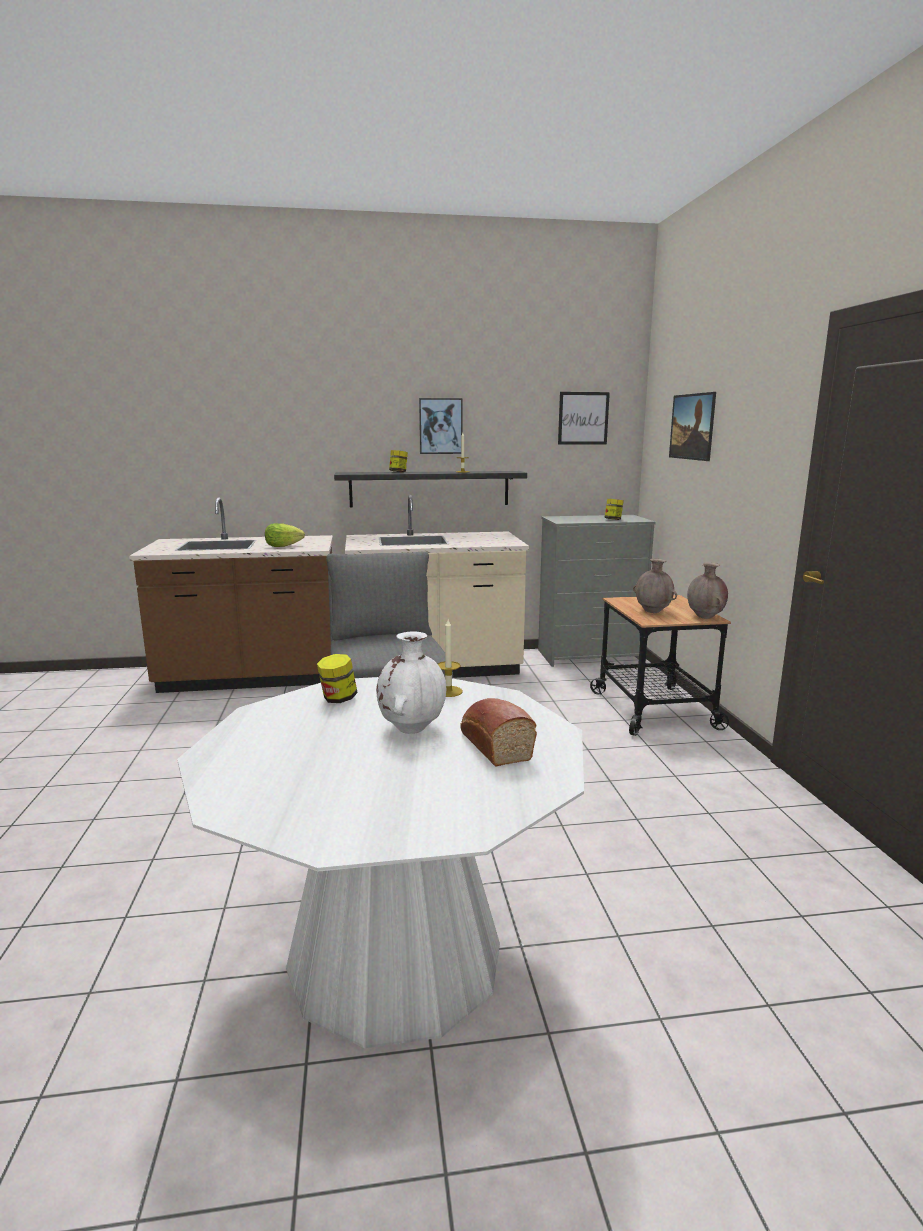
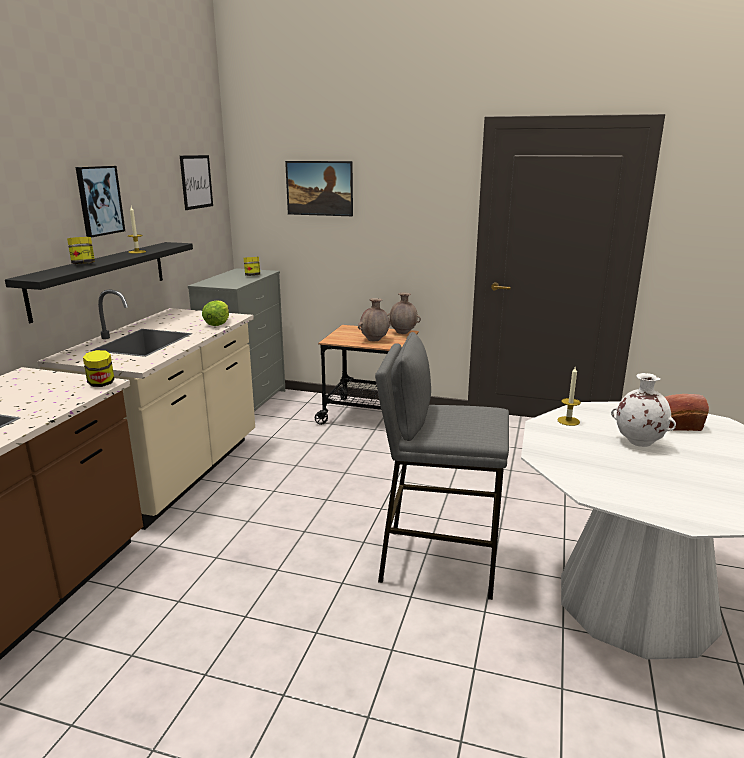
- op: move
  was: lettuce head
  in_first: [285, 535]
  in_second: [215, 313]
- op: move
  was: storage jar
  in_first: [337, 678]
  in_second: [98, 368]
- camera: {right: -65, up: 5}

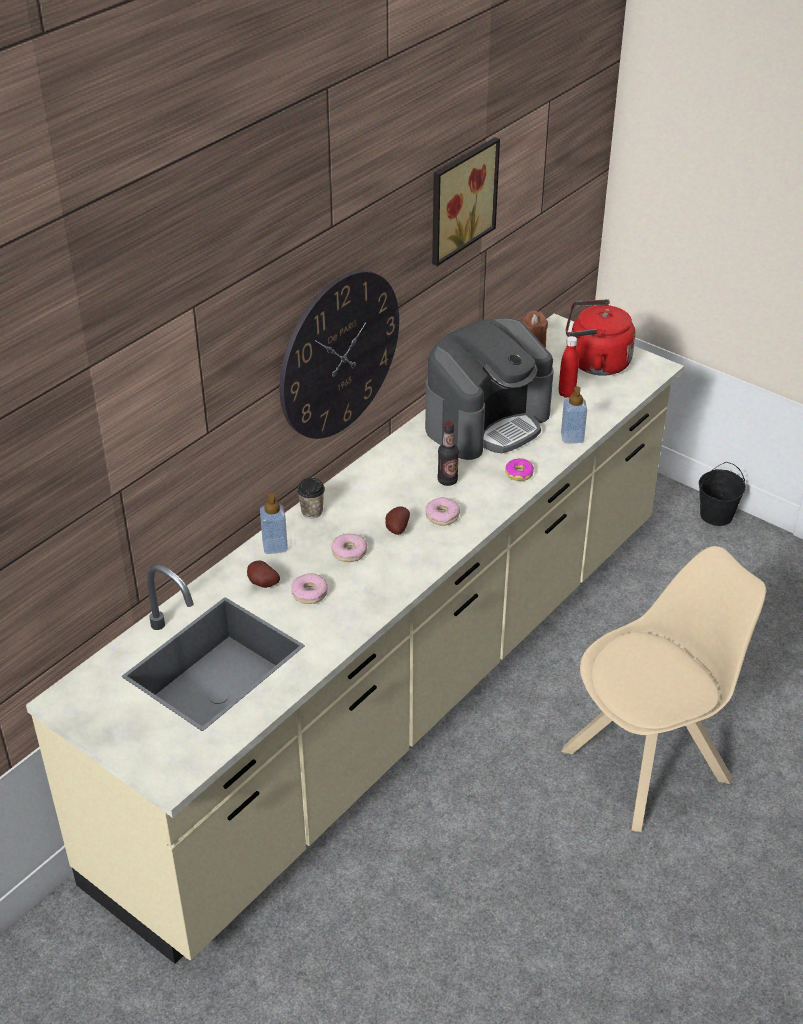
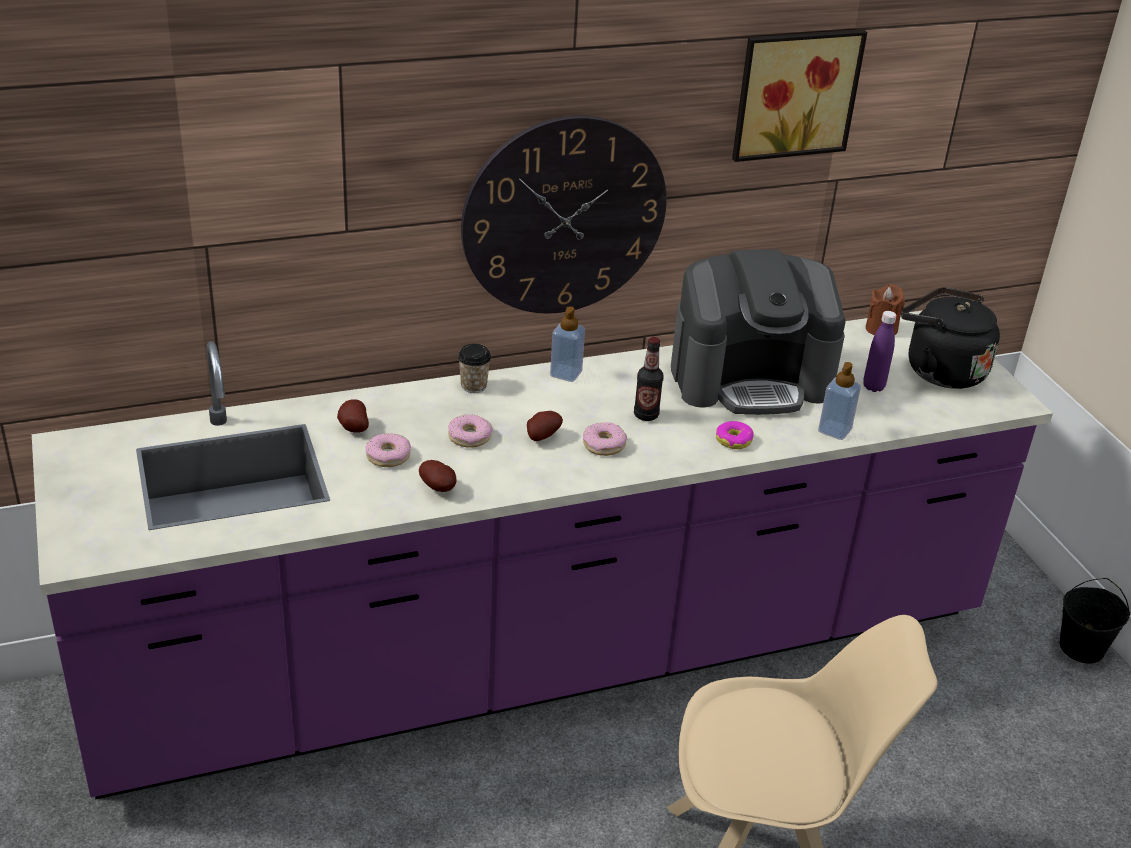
- op: insert
  now: whole potato
  in_second: [438, 476]
- op: move
  was: soap bottle
  in_first: [274, 523]
  in_second: [567, 344]
- op: recolor
  was: counter (beige)
  now: counter (purple-coloured)
  in_first: [355, 639]
  in_second: [542, 554]
- op: recolor
  was: drink bottle (red)
  now: drink bottle (purple-coloured)
  in_first: [568, 367]
  in_second: [880, 351]
- op: recolor
  was: kettle (red)
  now: kettle (black-coloured)
  in_first: [600, 337]
  in_second: [950, 338]
- camera: {right: 30, up: -5}

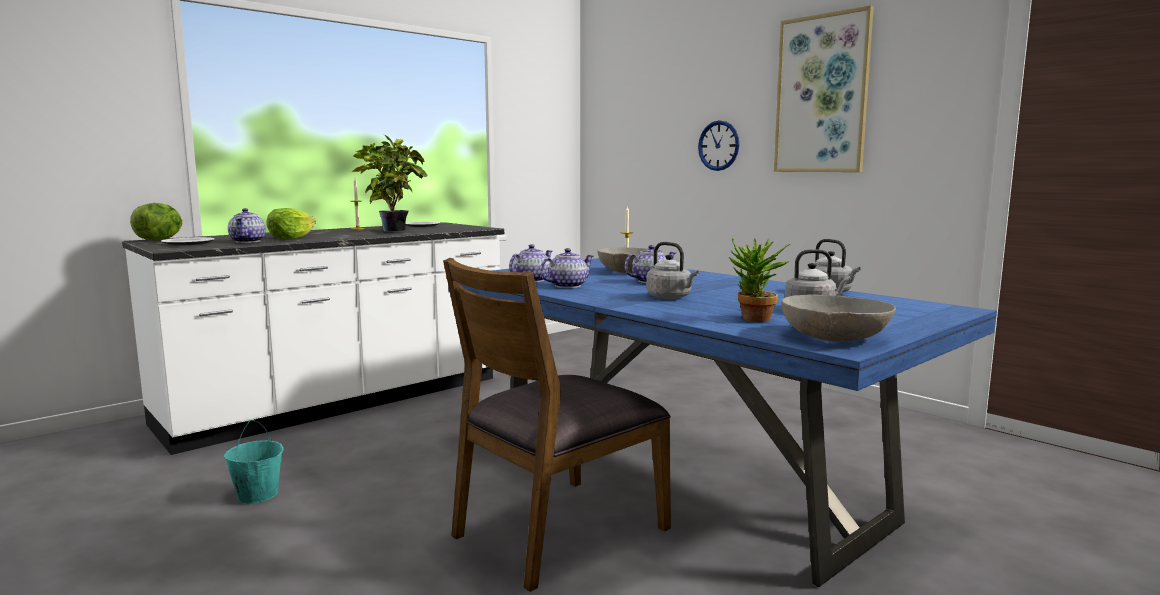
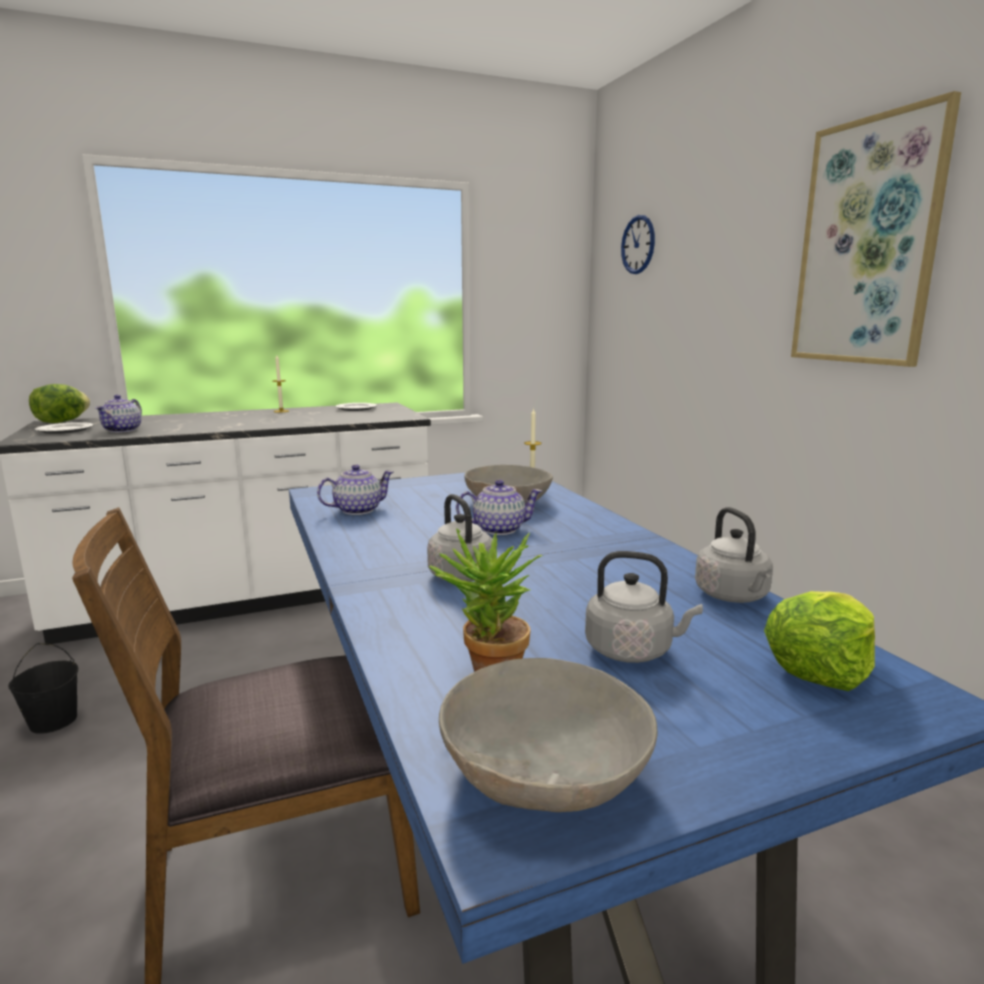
- op: delete
  was: plant in a pot
  in_first: [390, 183]
- op: delete
  was: pot for tea
  in_first: [567, 268]
- op: move
  was: lettuce head
  in_first: [291, 223]
  in_second: [819, 641]
- op: move
  was: wall clock
  in_first: [718, 145]
  in_second: [638, 244]
- op: recolor
  was: pail (turquoise-coloured)
  now: pail (black-coloured)
  in_first: [253, 461]
  in_second: [43, 688]
- camera: {right: 20, up: 5}

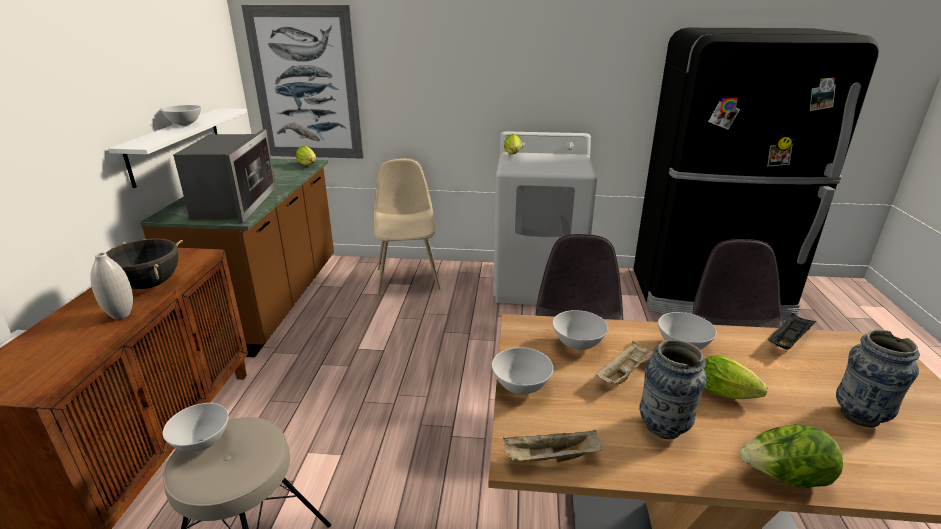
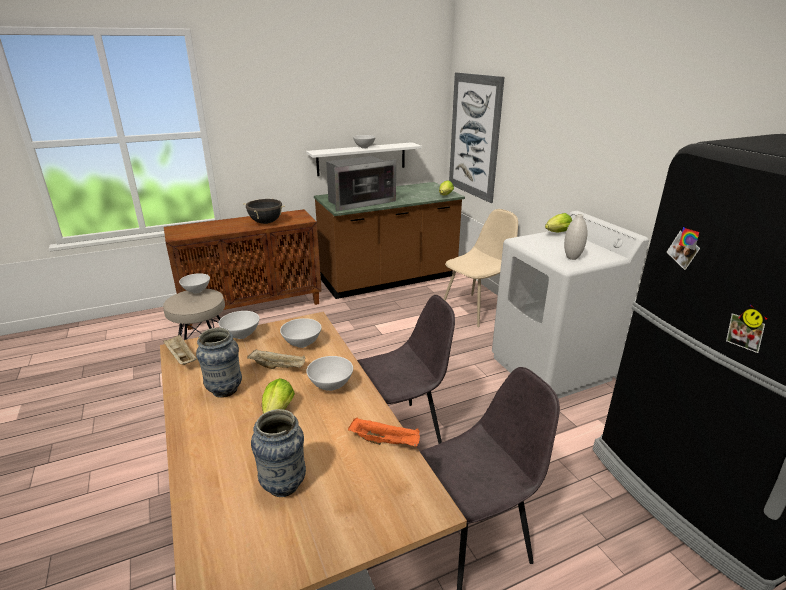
- op: delete
  was: lettuce head
  in_first: [791, 456]
- op: move
  was: vase (white-coloured)
  in_first: [111, 285]
  in_second: [576, 237]
- op: recolor
  was: serving tray (black-coloured)
  now: serving tray (orangey)
  in_first: [792, 331]
  in_second: [384, 432]
- camera: {right: 60, up: 0}

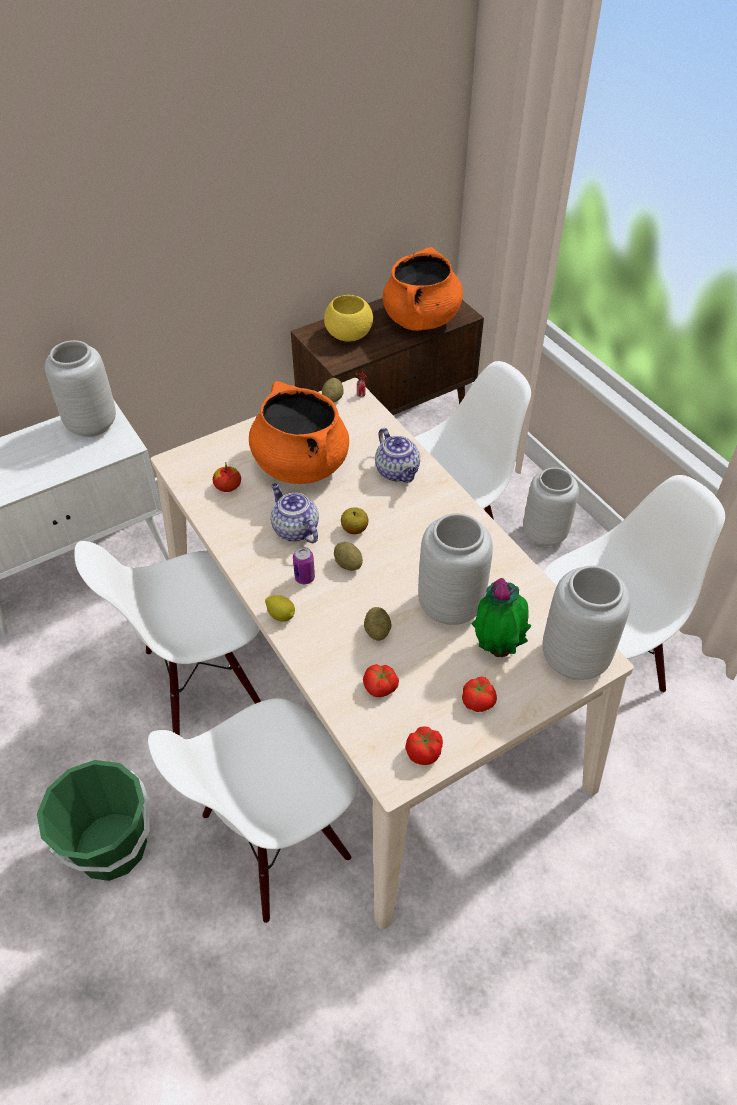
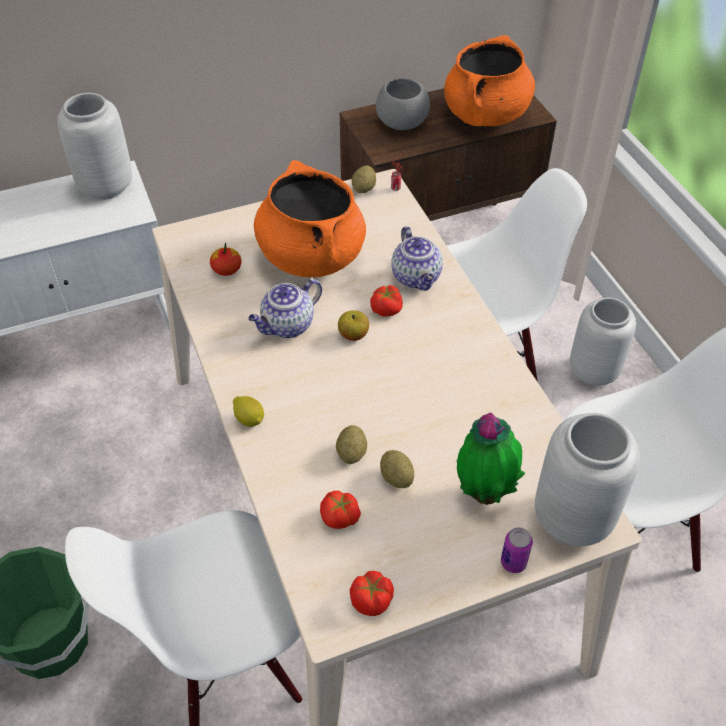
- op: delete
  was: chair (white-coloured)
  in_first: [167, 638]
- op: delete
  was: vase (grey)
  in_first: [455, 569]
- op: move
  was: sealed can
  in_first: [304, 565]
  in_second: [517, 550]
- op: move
  was: whole potato
  in_first: [348, 556]
  in_second: [397, 469]
- op: move
  was: whole tomato
  in_first: [479, 694]
  in_second: [386, 301]
- op: recolor
  was: deep dish (yellowish)
  now: deep dish (grey)
  in_first: [348, 318]
  in_second: [403, 104]
- op: rotate
  was: pot for tea
  in_first: [295, 513]
  in_second: [285, 308]
  clockwise: -105
- camera: {right: 10, up: 0}

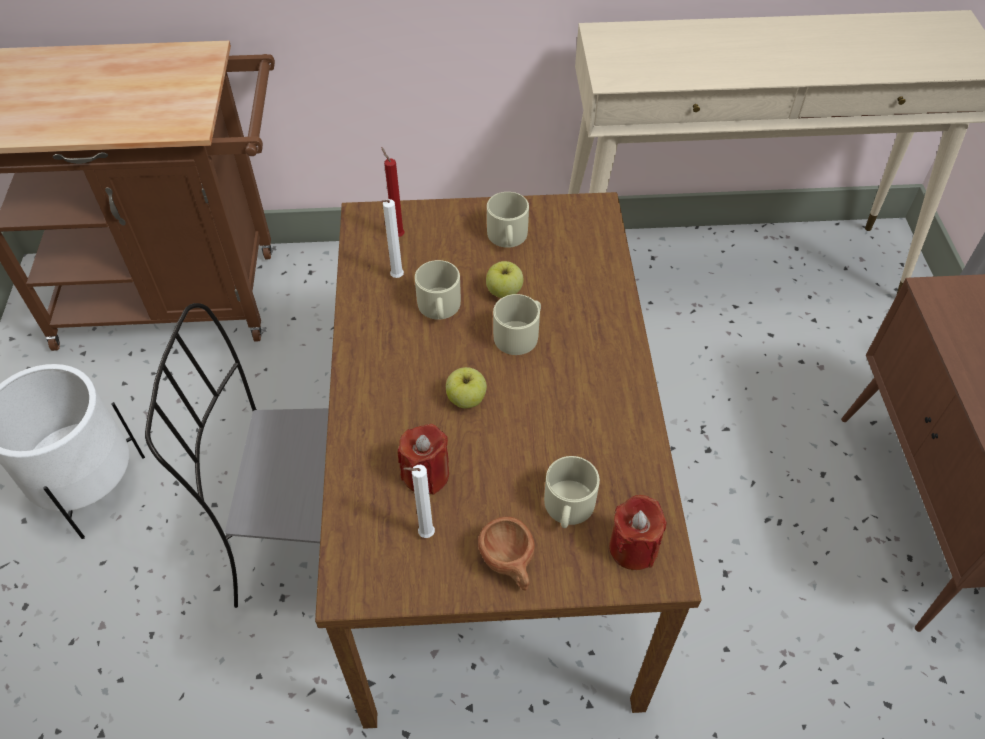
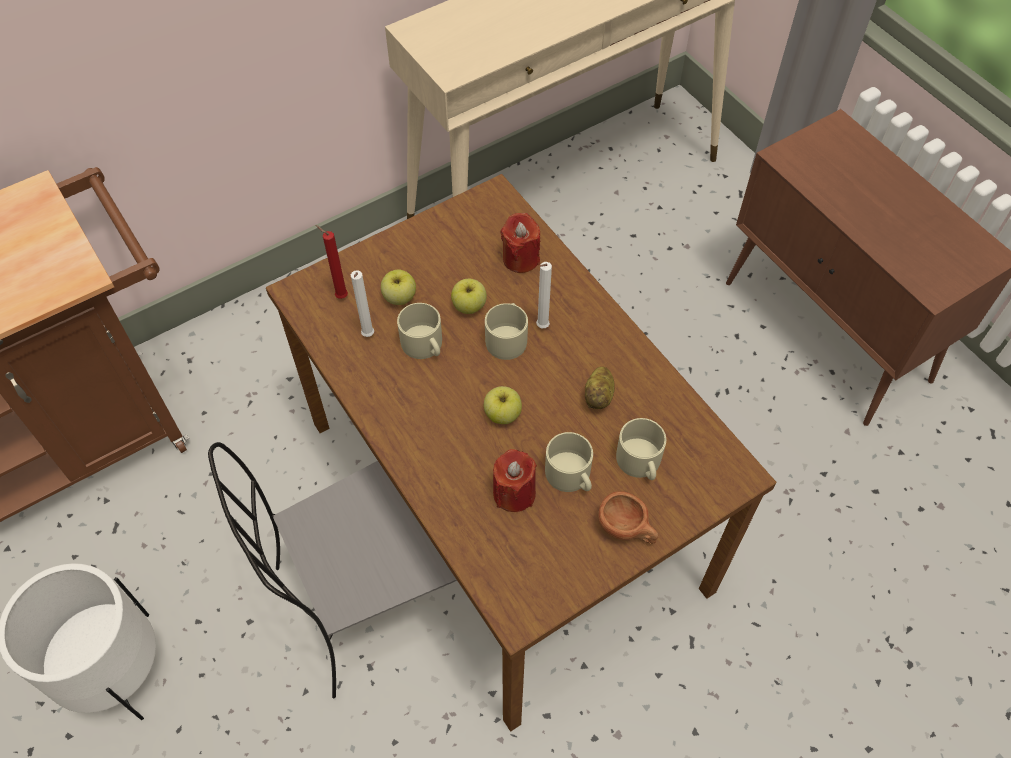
- op: insert
  now: whole apple
  in_second: [398, 287]
- op: insert
  now: whole potato
  in_second: [600, 388]
- op: move
  was: candle (white-coloured)
  in_first: [419, 501]
  in_second: [544, 295]
- op: move
  was: tea mug (beige)
  in_first: [508, 220]
  in_second: [569, 462]
- op: move
  was: candle (red)
  in_first: [638, 532]
  in_second: [520, 243]
- camera: {right: -30, up: 5}

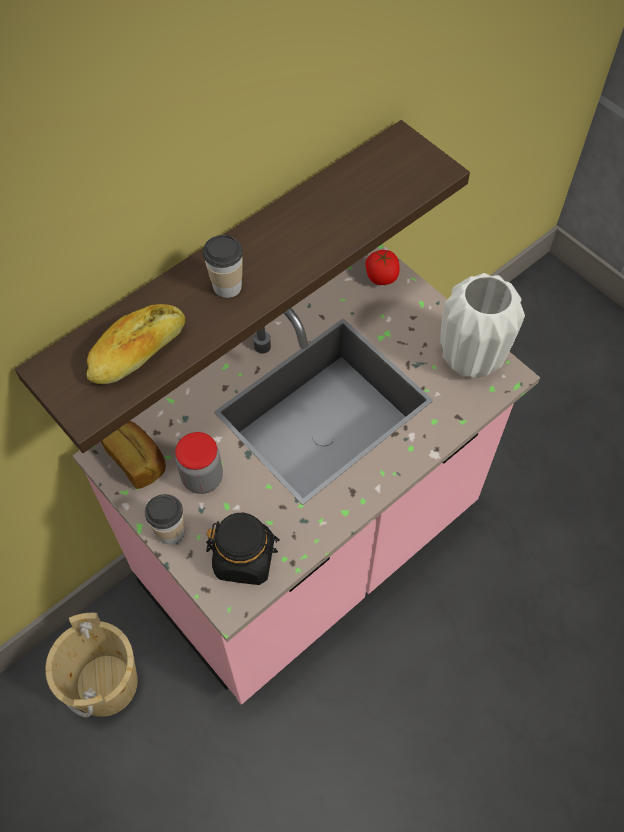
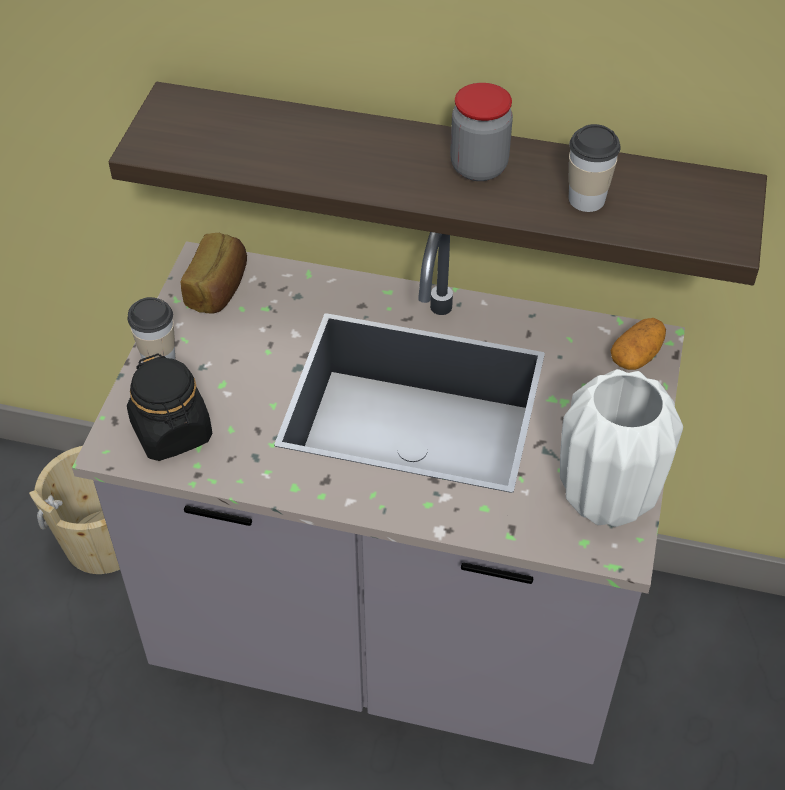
- op: delete
  was: baked bread
  in_first: [135, 344]
- op: move
  was: storage jar
  in_first: [199, 463]
  in_second: [481, 132]
- op: move
  was: small cup
  in_first: [223, 266]
  in_second: [594, 168]
- op: replace
  was: whole tomato
  now: whole potato
  in_first: [382, 267]
  in_second: [638, 344]
- op: recolor
  was: counter (pink)
  now: counter (grey)
  in_first: [306, 474]
  in_second: [378, 498]
- camera: {right: 55, up: -10}

